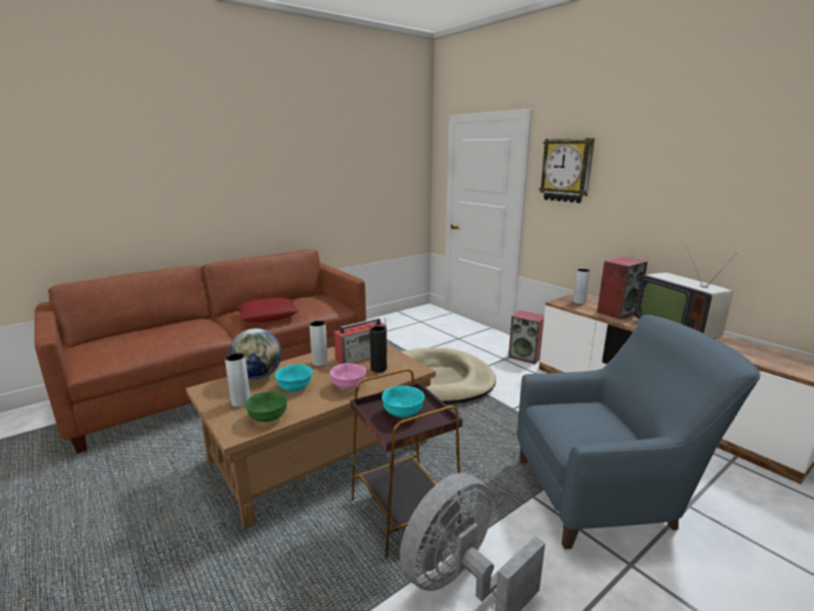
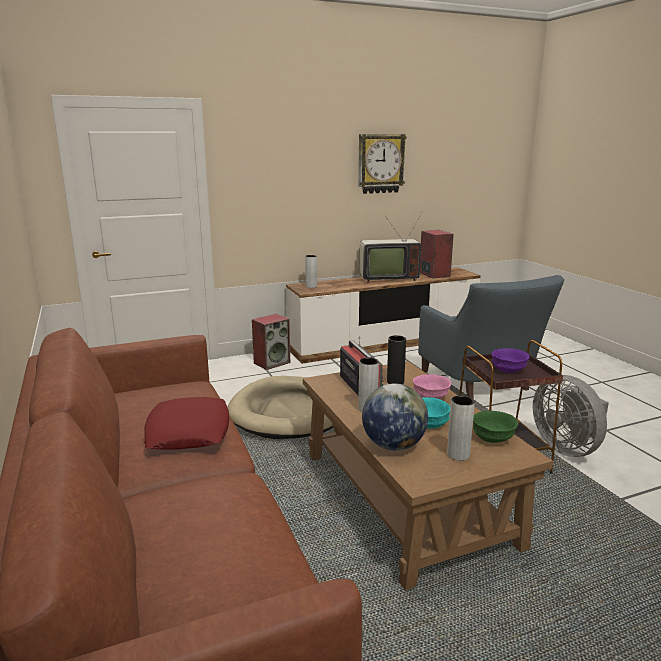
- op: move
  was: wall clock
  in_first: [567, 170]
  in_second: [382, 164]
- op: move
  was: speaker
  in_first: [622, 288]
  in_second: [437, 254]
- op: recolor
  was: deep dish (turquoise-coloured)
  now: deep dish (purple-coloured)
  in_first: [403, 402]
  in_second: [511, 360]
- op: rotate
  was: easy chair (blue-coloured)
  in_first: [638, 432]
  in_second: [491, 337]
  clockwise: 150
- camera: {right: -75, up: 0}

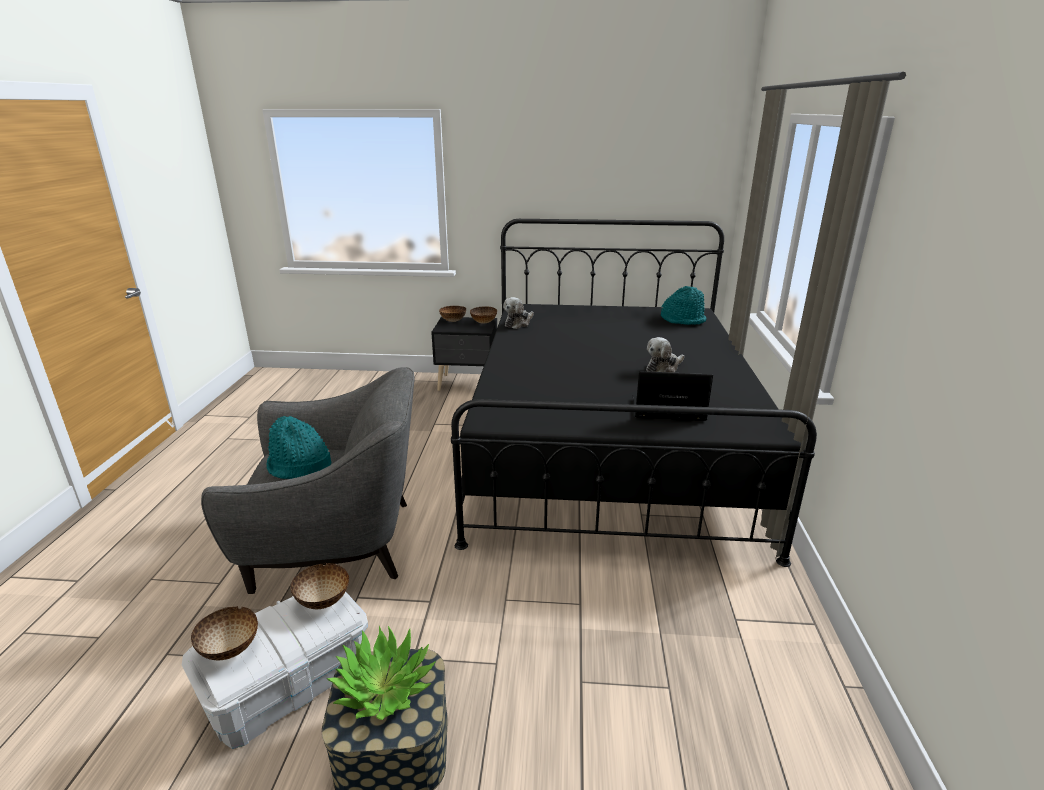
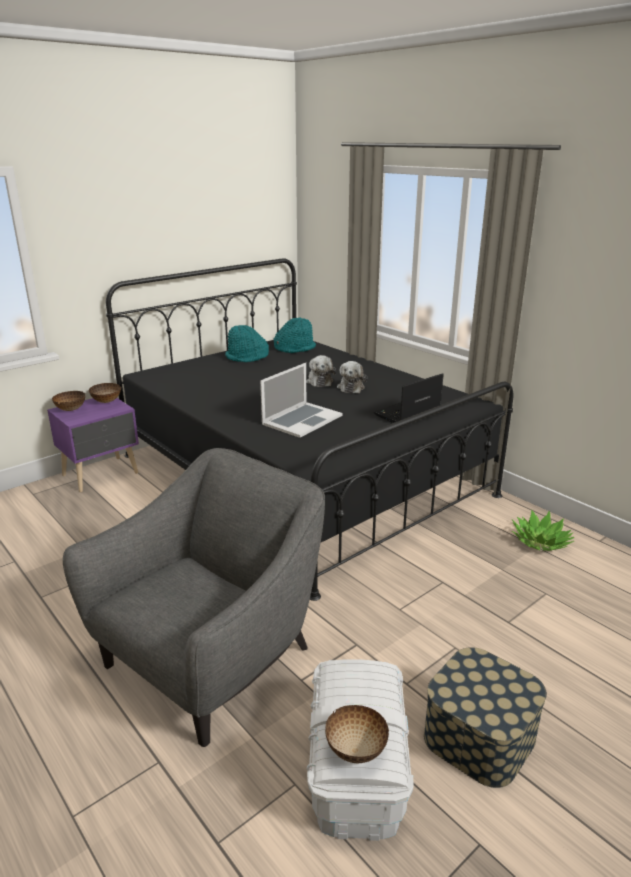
- op: delete
  was: deep dish
  in_first: [320, 586]
- op: insert
  now: laptop
  in_second: [301, 400]
- op: move
  was: wearable hat (turquoise-coloured)
  in_first: [298, 447]
  in_second: [247, 343]
- op: move
  was: plant in a pot
  in_first: [381, 673]
  in_second: [543, 530]
- op: move
  was: plush toy
  in_first: [518, 313]
  in_second: [321, 371]
- op: recolor
  was: night table (black-coloured)
  now: night table (purple-coloured)
  in_first: [464, 354]
  in_second: [93, 445]
- camera: {right: -45, up: 0}

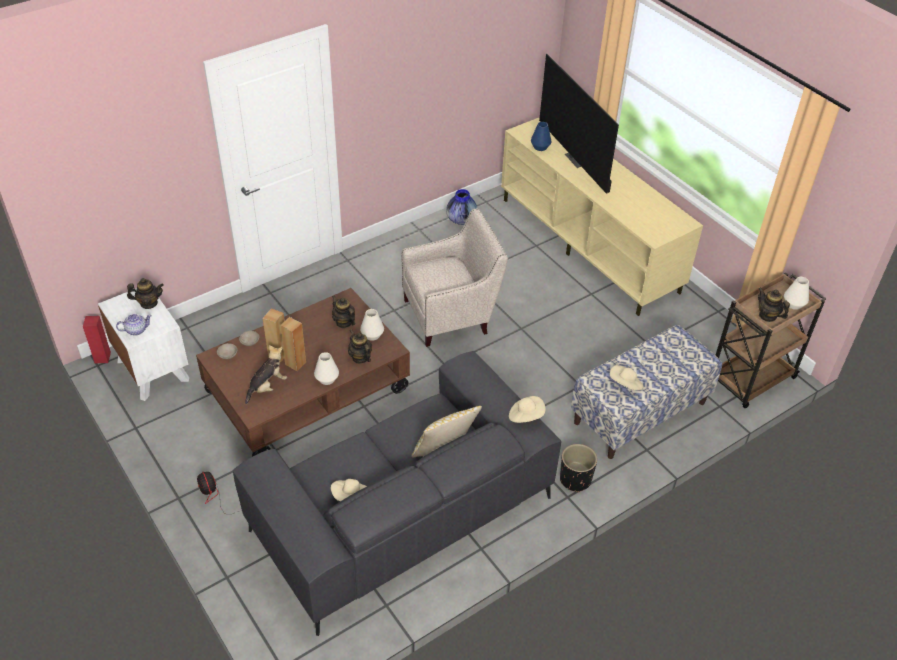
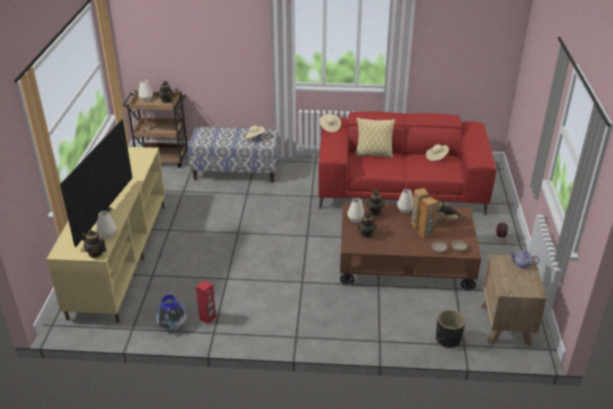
- op: delete
  was: easy chair (beige)
  in_first: [454, 277]
- op: move
  was: speaker (red)
  in_first: [97, 339]
  in_second: [206, 302]
- op: move
  was: pot for tea
  in_first: [145, 293]
  in_second: [94, 244]
- op: move
  was: plant pot (black-coloured)
  in_first: [578, 468]
  in_second: [451, 329]
- op: recolor
  was: night table (white-coloured)
  now: night table (brownish)
  in_first: [143, 344]
  in_second: [514, 300]
- op: recolor
  was: settee (grey)
  now: settee (red)
  in_first: [397, 493]
  in_second: [407, 163]
- op: recolor
  was: vase (blue-coloured)
  now: vase (white-coloured)
  in_first: [541, 136]
  in_second: [106, 224]
- camera: {right: -140, up: -10}

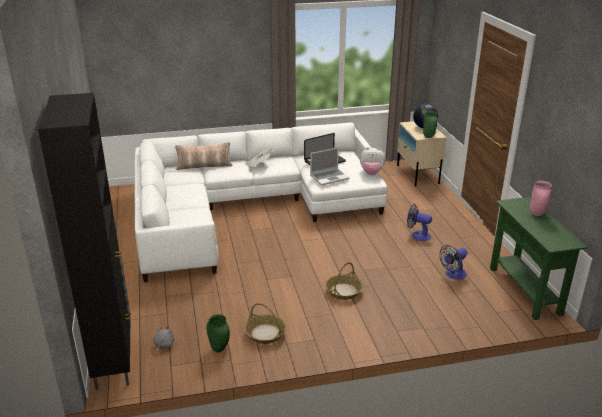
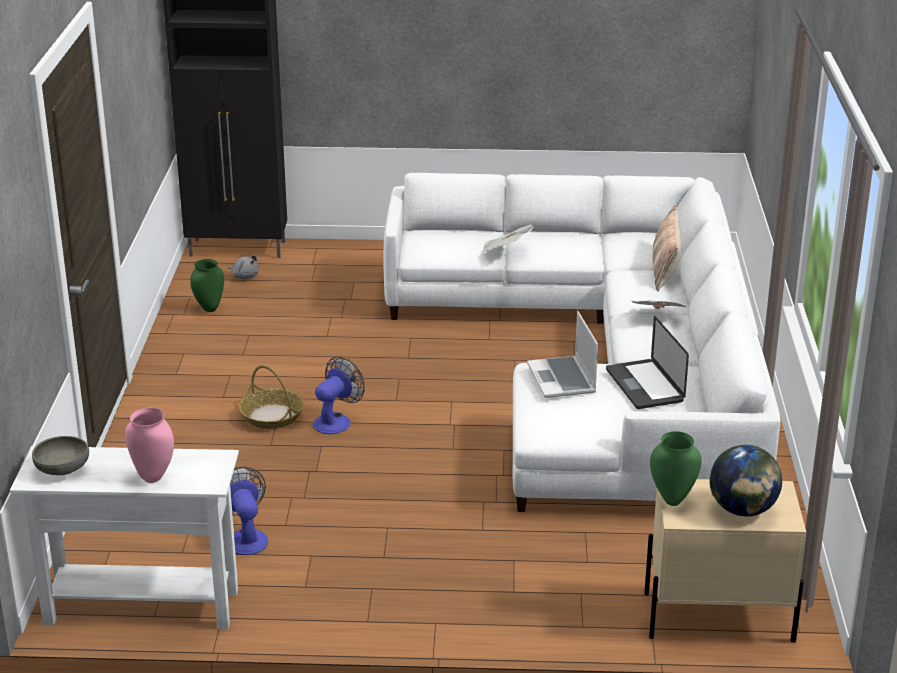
- op: delete
  was: household basket
  in_first: [265, 323]
- op: delete
  was: plush toy
  in_first: [372, 161]
- op: insert
  now: deep dish (grey)
  in_second: [60, 455]
- op: insert
  now: daily paper
  in_second: [507, 238]
- op: move
  was: cooling fan
  in_first: [419, 222]
  in_second: [339, 395]
- op: recolor
  was: console table (greenish)
  now: console table (white-coloured)
  in_first: [538, 258]
  in_second: [124, 537]
- camera: {right: 105, up: 0}

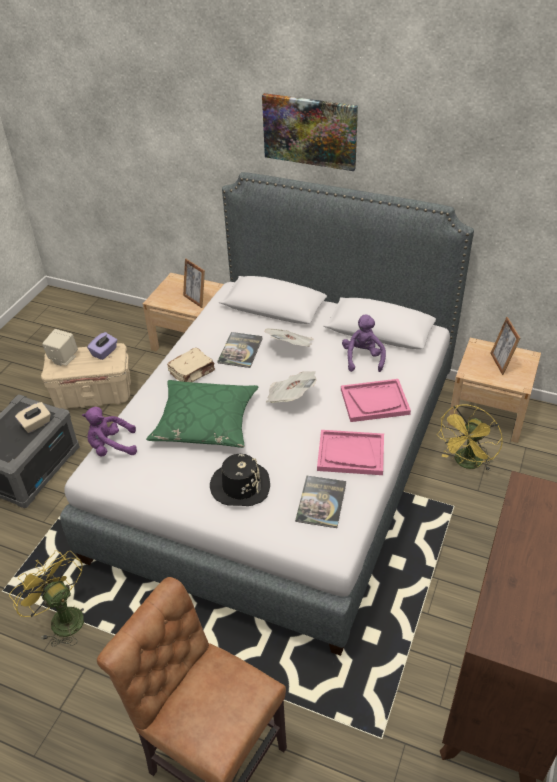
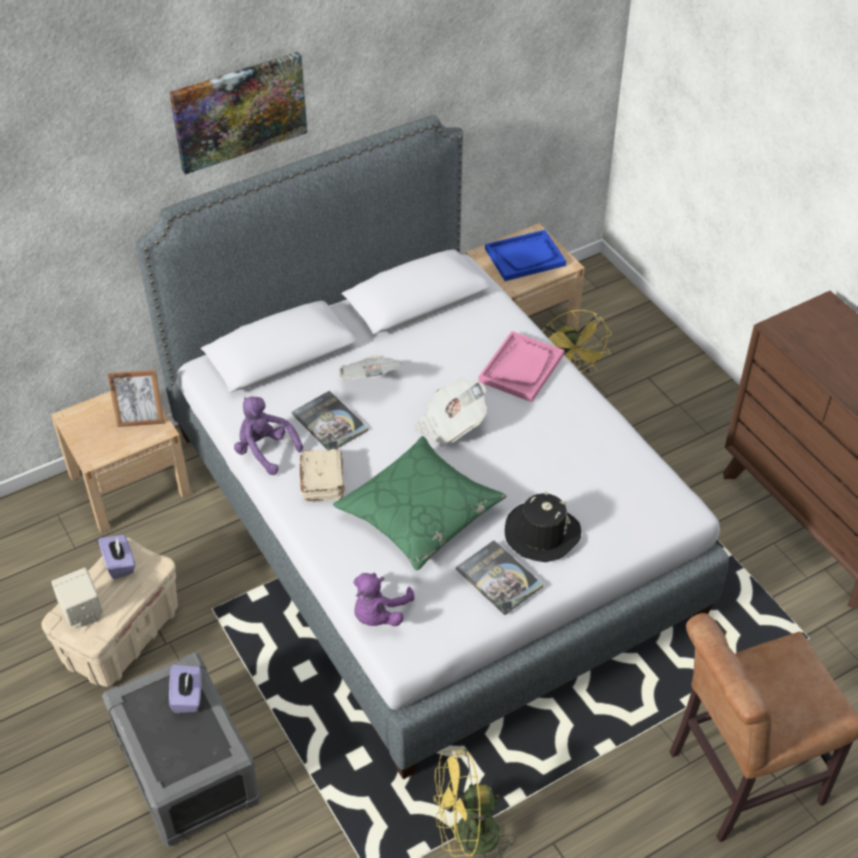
- op: delete
  was: serving tray (pink)
  in_first: [350, 452]
- op: move
  was: book
  in_first: [320, 502]
  in_second: [499, 577]
- op: move
  was: plush toy (purple-coloured)
  in_first: [364, 343]
  in_second: [268, 435]
- op: replace
  was: picture frame
  now: serving tray (blue-coloured)
  in_first: [505, 346]
  in_second: [525, 255]
- op: recolor
  was: tissue holder (beige)
  now: tissue holder (purple-coloured)
  in_first: [33, 417]
  in_second: [185, 689]
- camera: {right: -55, up: 5}

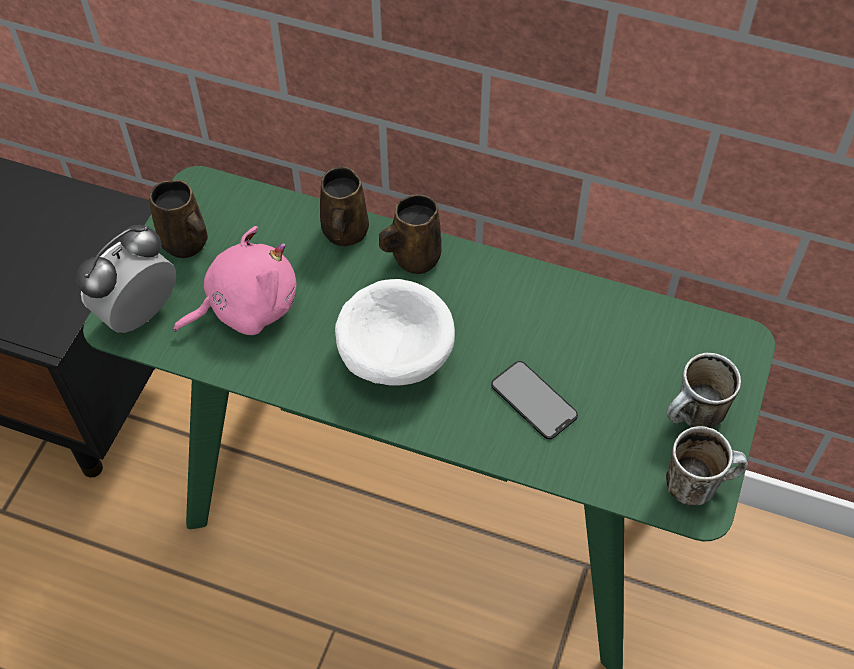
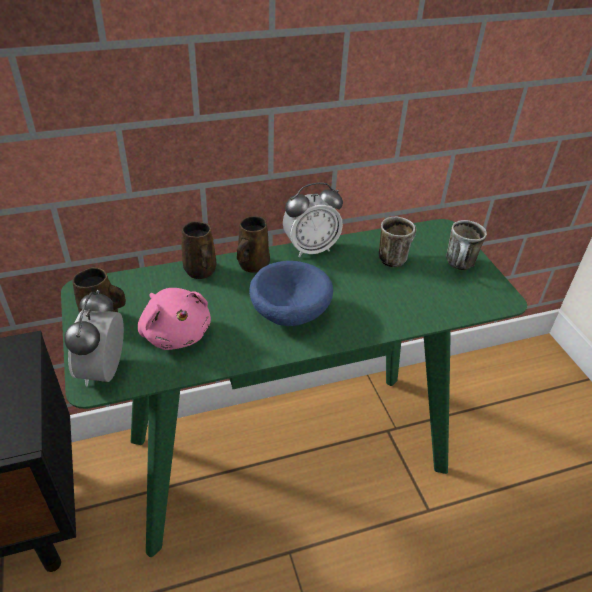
- op: delete
  was: handset
  in_first: [534, 400]
- op: insert
  now: bedside clock
  in_second: [313, 219]
- op: move
  was: tea mug
  in_first: [707, 466]
  in_second: [397, 242]
- op: recolor
  was: deep dish (white-coloured)
  now: deep dish (blue-coloured)
  in_first: [395, 332]
  in_second: [291, 293]
- op: rotate
  was: plush toy (pink)
  in_first: [235, 280]
  in_second: [174, 319]
  clockwise: 120
- camera: {right: -40, up: -15}

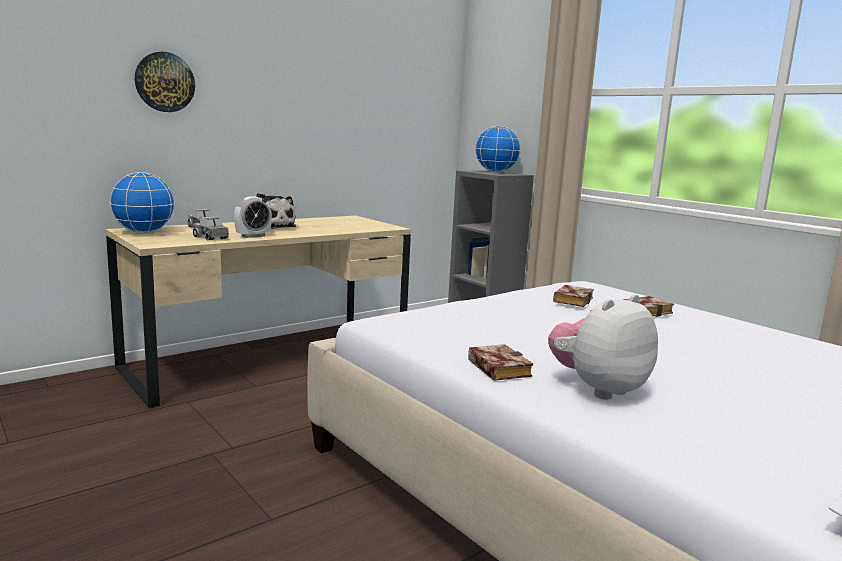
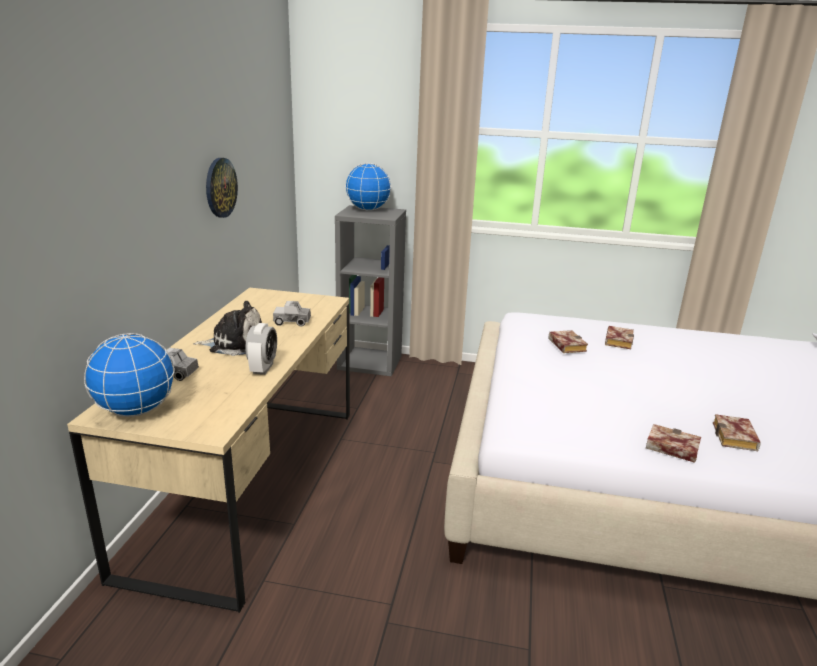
- op: move
  was: wall clock
  in_first: [165, 82]
  in_second: [222, 188]
- op: move
  was: model truck
  in_first: [211, 228]
  in_second: [292, 313]
- op: replace
  was: plush toy
  now: book
  in_first: [603, 347]
  in_second: [737, 432]
- camera: {right: -40, up: 10}

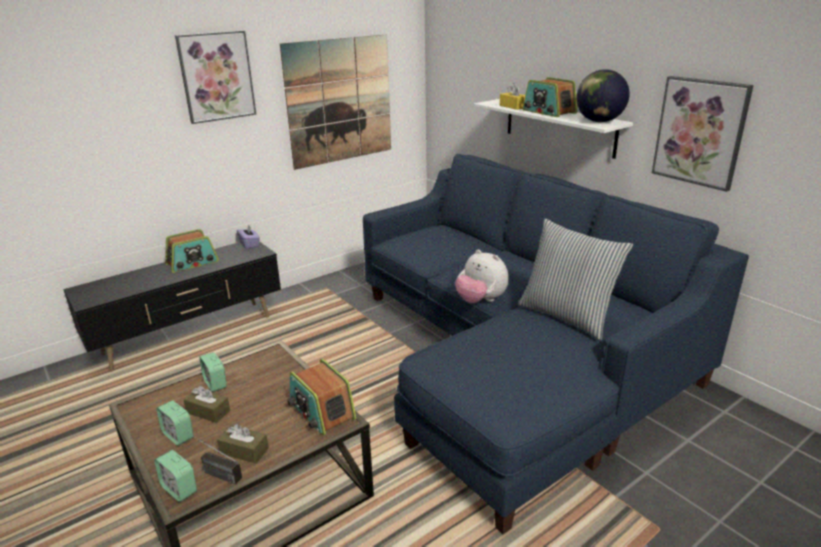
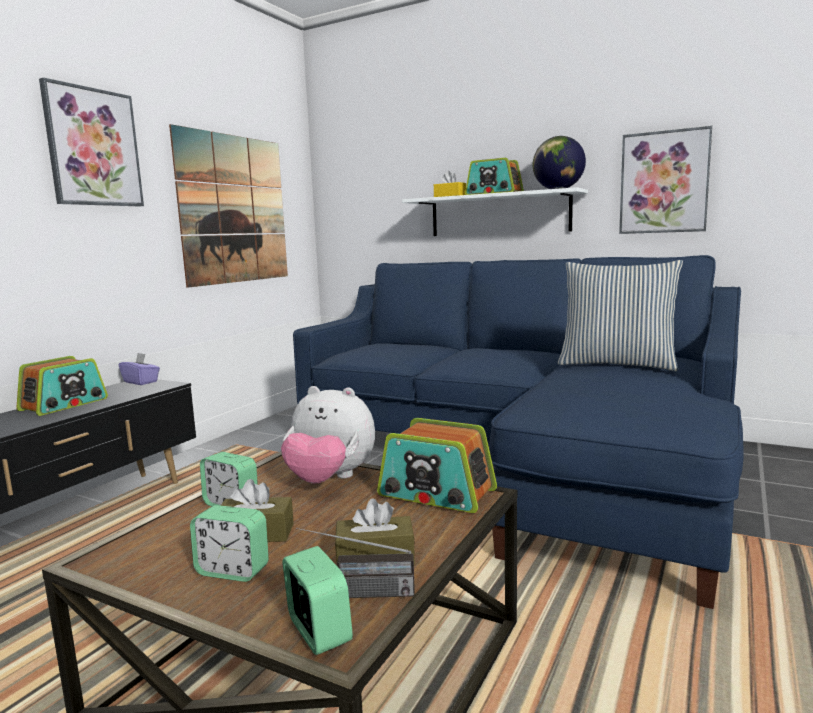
- op: move
  was: plush toy
  in_first: [482, 276]
  in_second: [328, 435]
- op: rotate
  was: bedside clock
  in_first: [175, 476]
  in_second: [317, 600]
  clockwise: -135
- camera: {right: -25, up: -15}

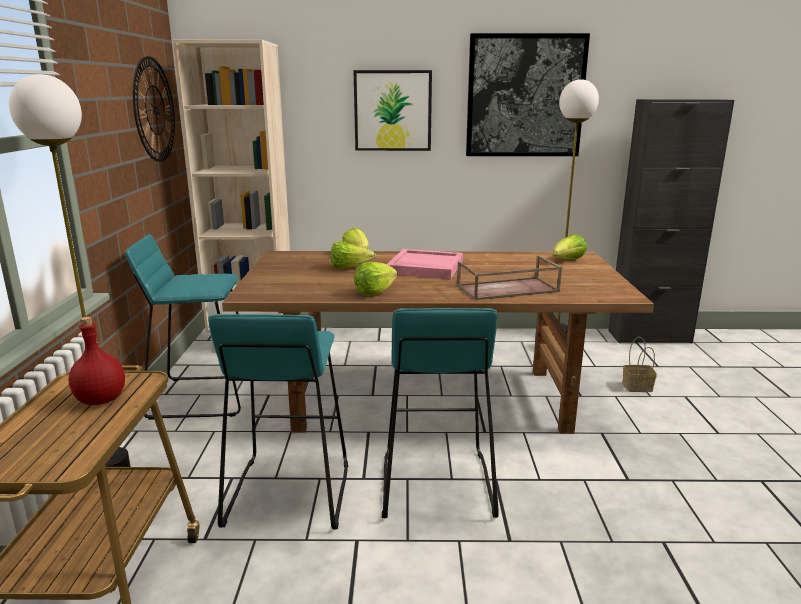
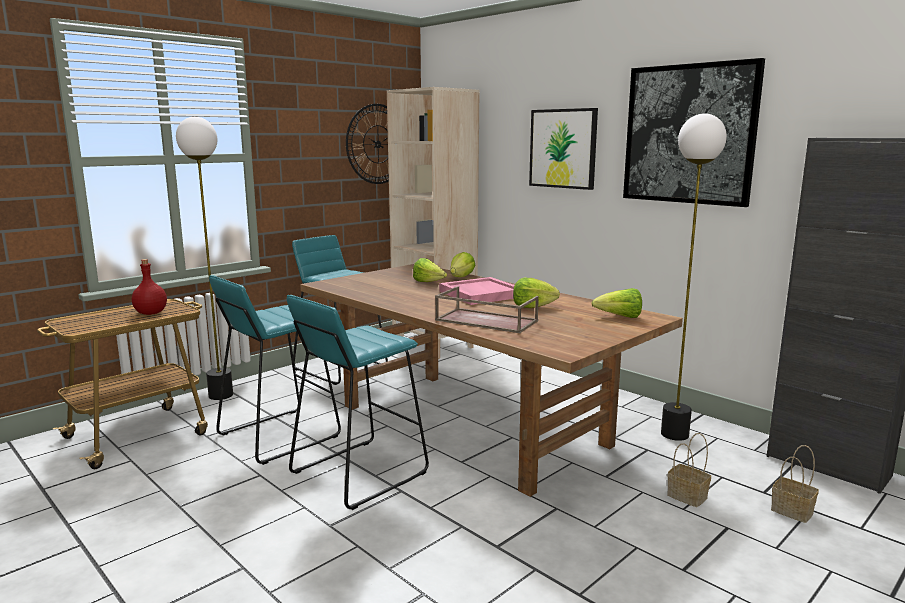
- op: insert
  now: household basket
  in_second: [795, 484]
- op: move
  was: lettuce head
  in_first: [375, 279]
  in_second: [536, 293]
- camera: {right: 45, up: -5}

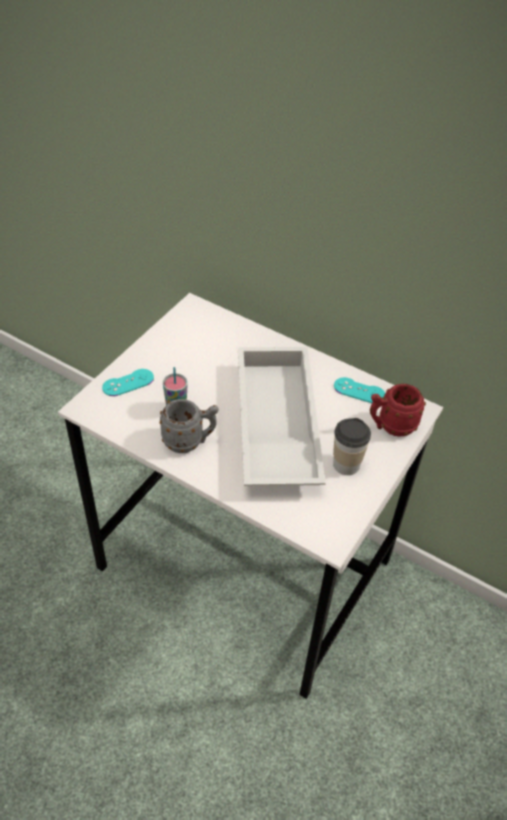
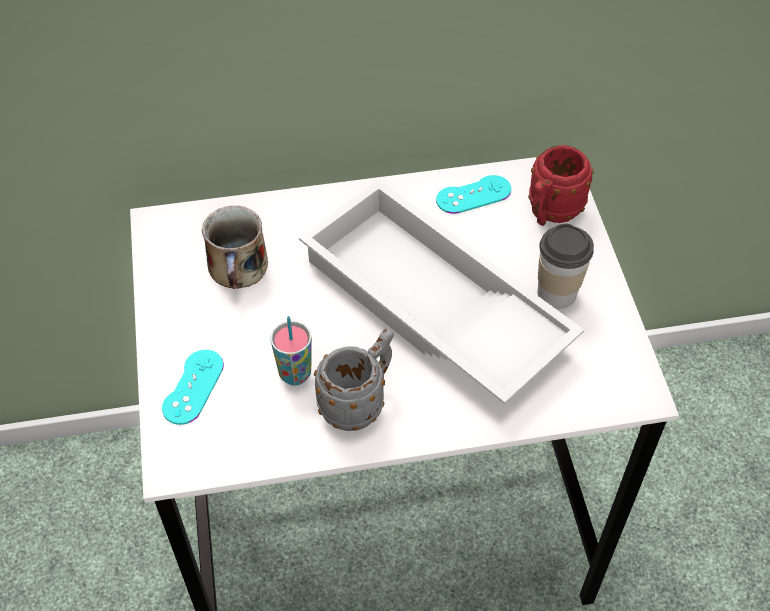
- op: insert
  now: tea mug
  in_second: [235, 247]
- camera: {right: -40, up: 5}

